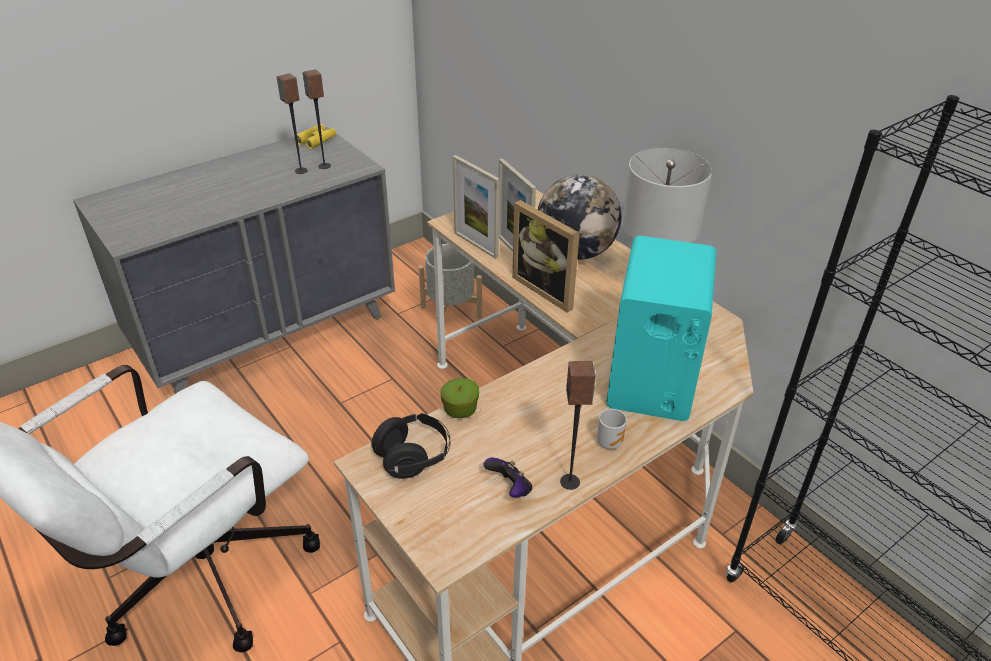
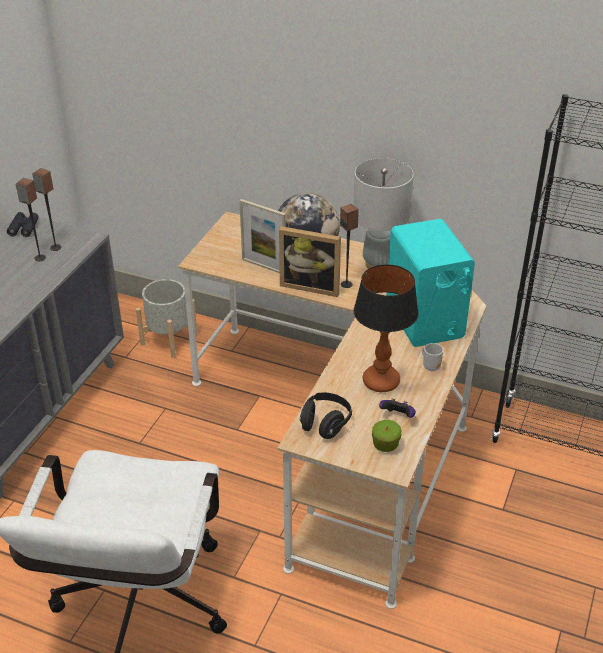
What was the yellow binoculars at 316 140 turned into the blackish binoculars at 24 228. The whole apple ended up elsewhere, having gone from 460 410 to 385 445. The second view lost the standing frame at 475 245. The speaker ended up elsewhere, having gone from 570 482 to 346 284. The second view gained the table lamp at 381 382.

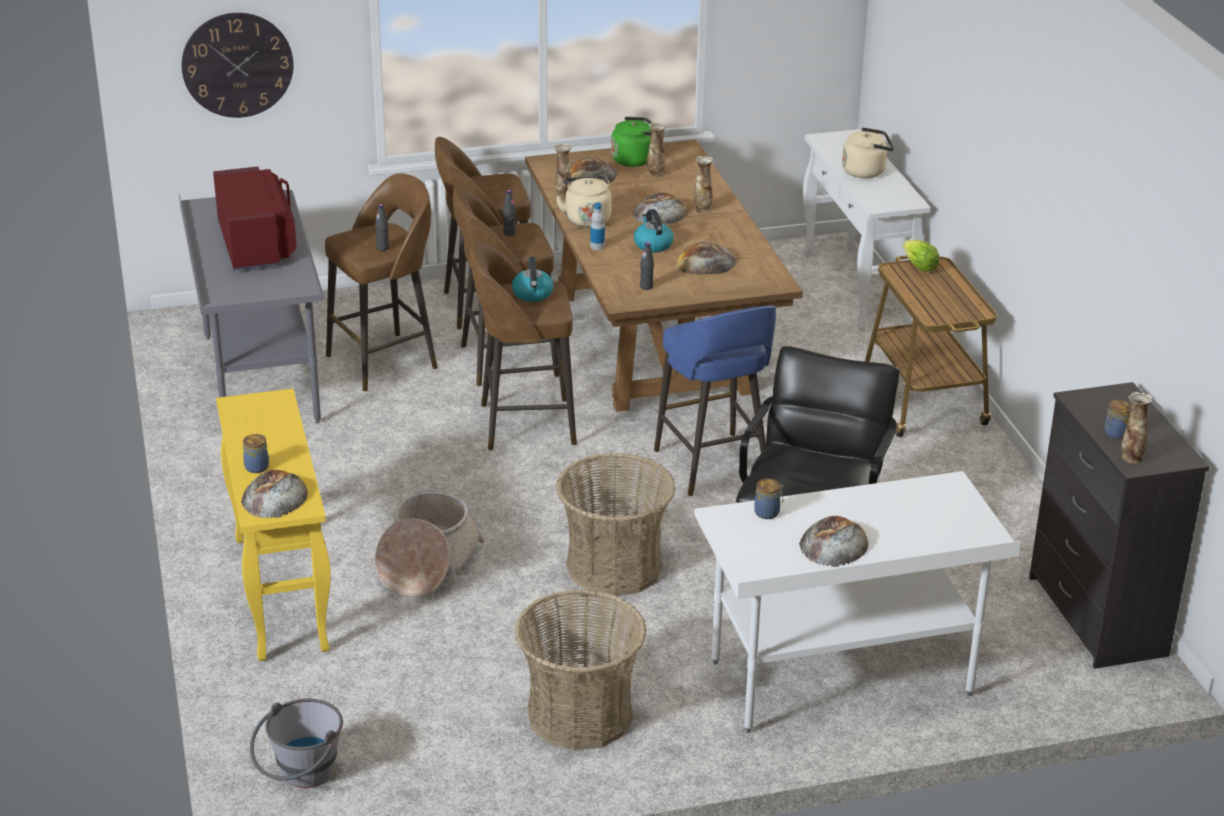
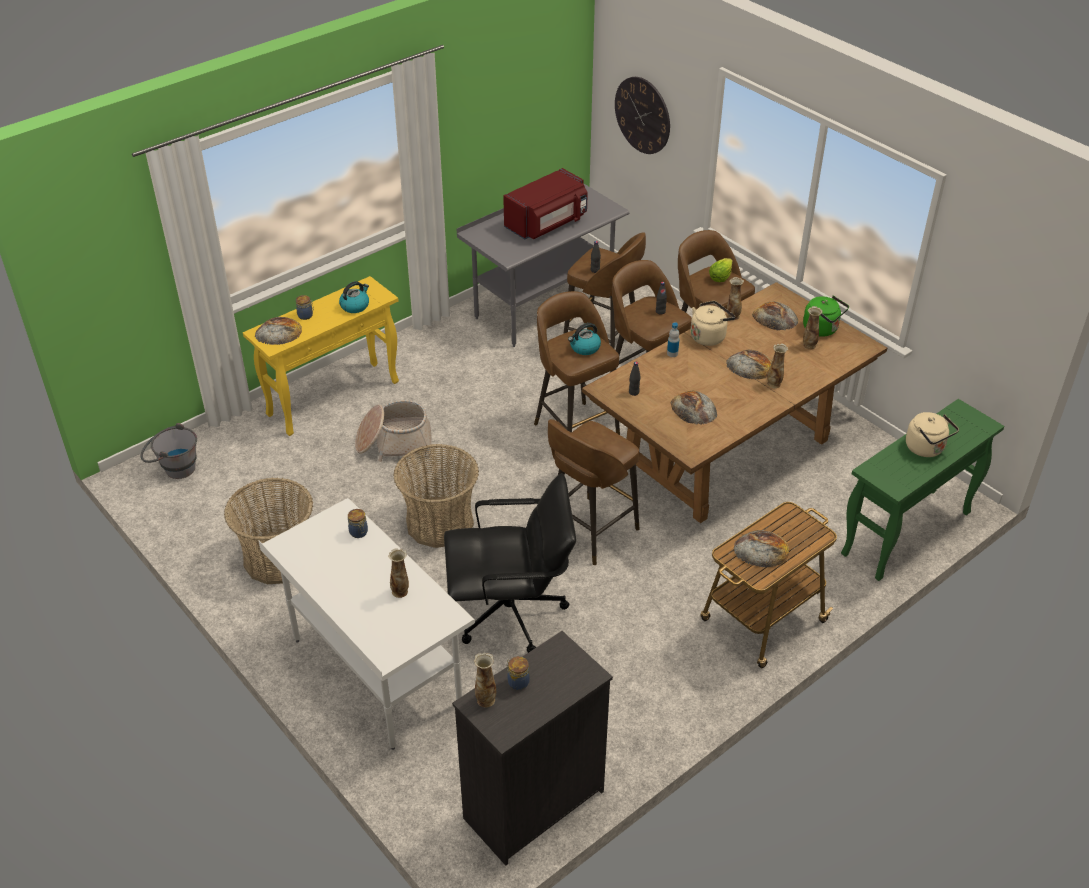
The water kettle ended up elsewhere, having gone from 652 245 to 355 306. What was the blue-coloured stool seat at 713 466 turned into the brownish stool seat at 589 532. The bread ended up elsewhere, having gone from 834 544 to 761 549. What was the white-coloured console table at 856 289 turned into the green-coloured console table at 906 534. The head of lettuce ended up elsewhere, having gone from 919 267 to 720 277. The second view gained the flower vase at 400 591.

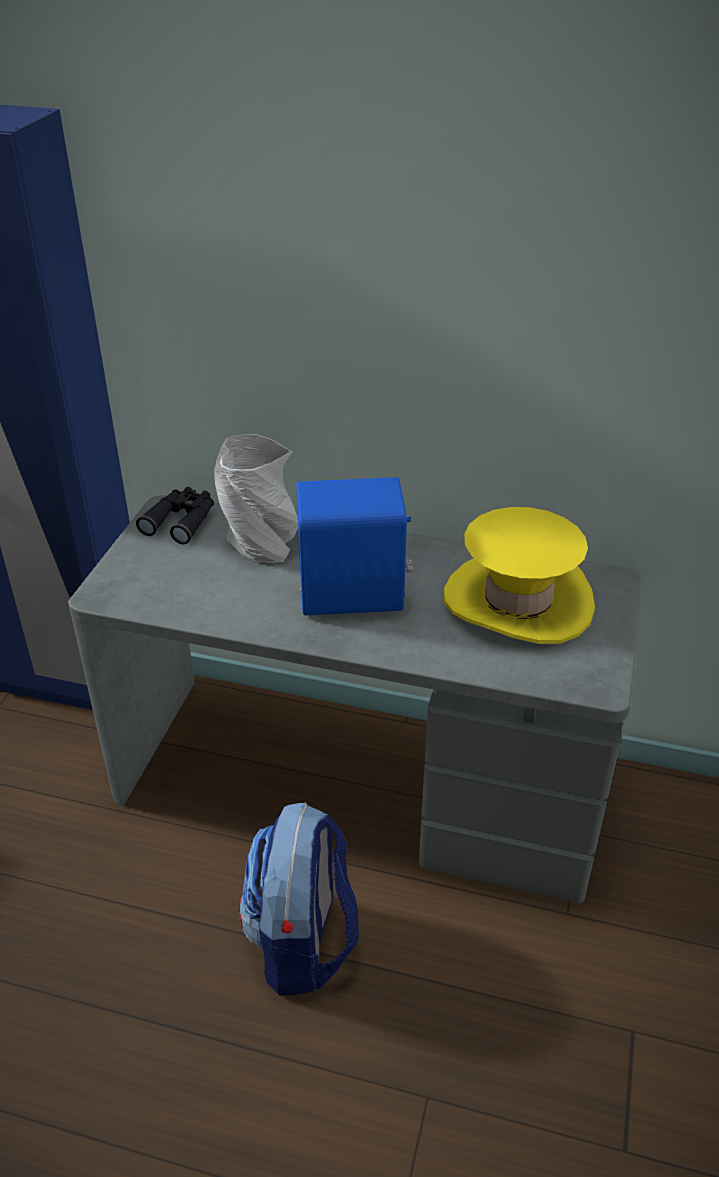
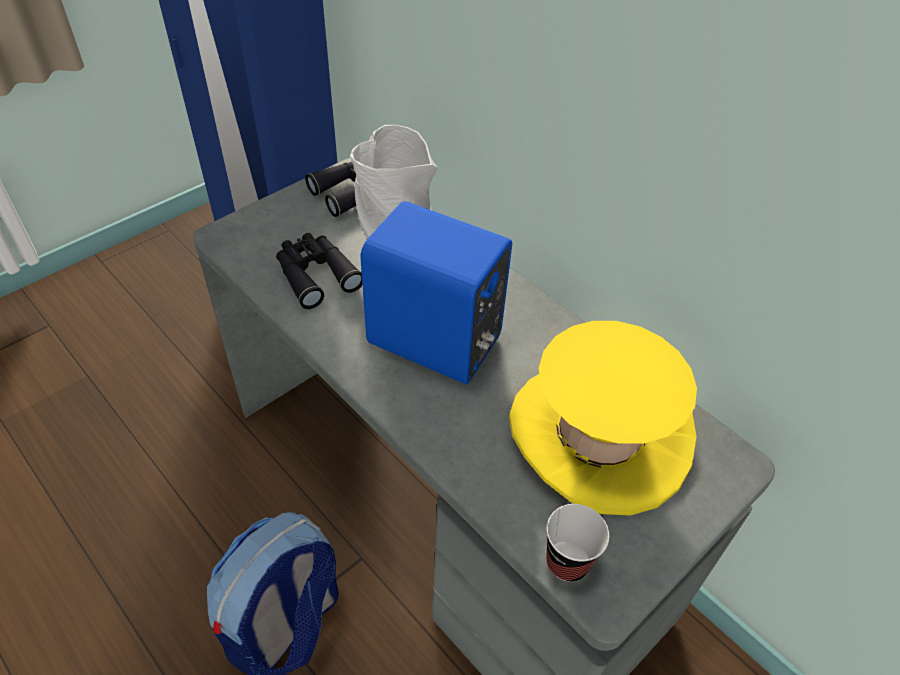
The second view gained the blackish binoculars at 315 275. The second view gained the small cup at 567 562.

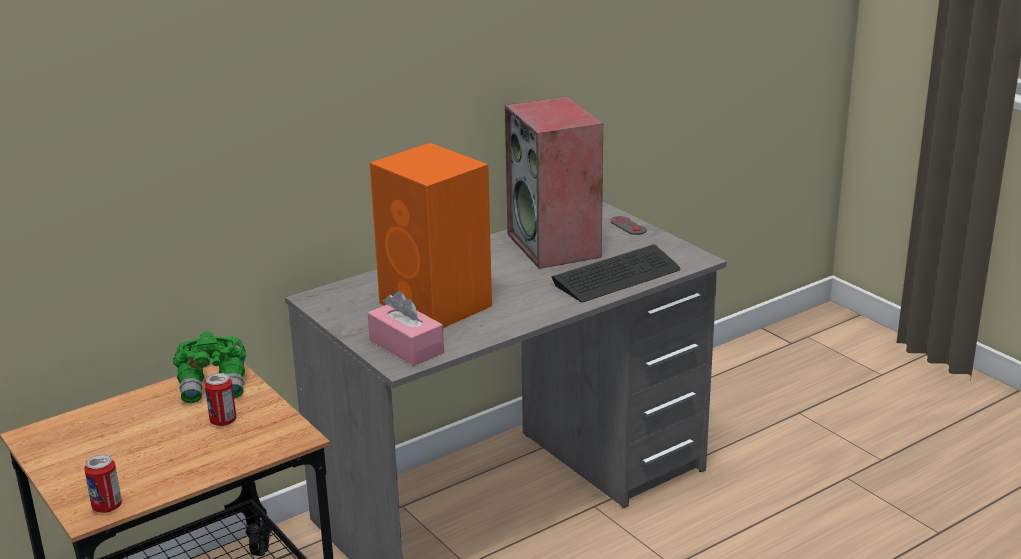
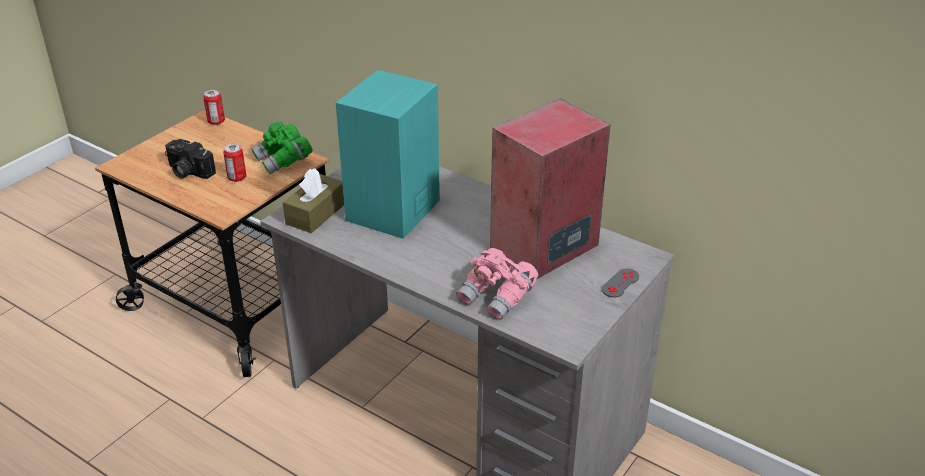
The sealed can ended up elsewhere, having gone from 107 507 to 216 122. What was the pink tissue holder at 406 346 turned into the brownish tissue holder at 316 213. What was the orange speaker at 437 305 turned into the turquoise-coloured speaker at 392 211. Where the PC keyboard stood at 617 276, the pink binoculars came to stand at 497 297. The second view gained the still camera at 187 171.

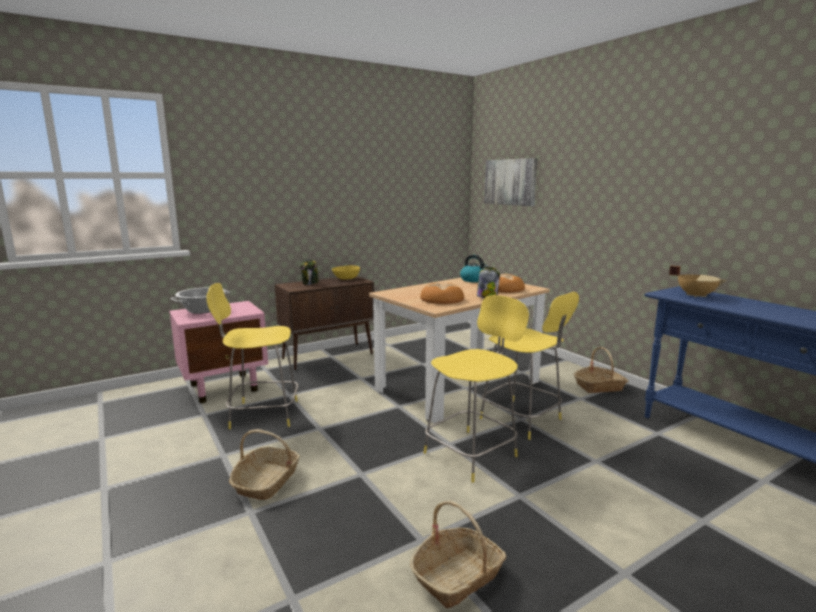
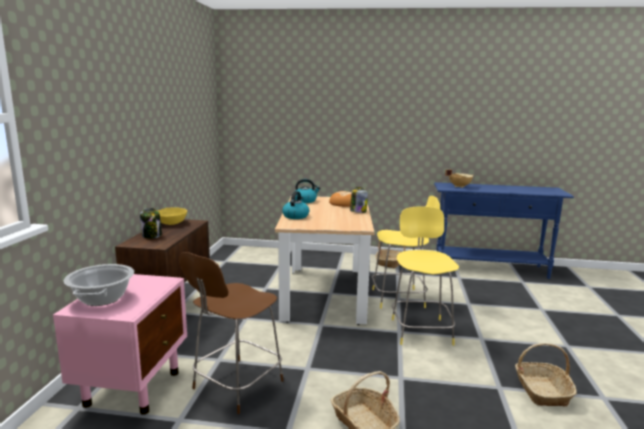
What was the yellow stool seat at 261 414 turned into the brownish stool seat at 236 386. The second view lost the bread at 442 299. The second view lost the wall art at 510 182. The second view gained the water kettle at 295 216.

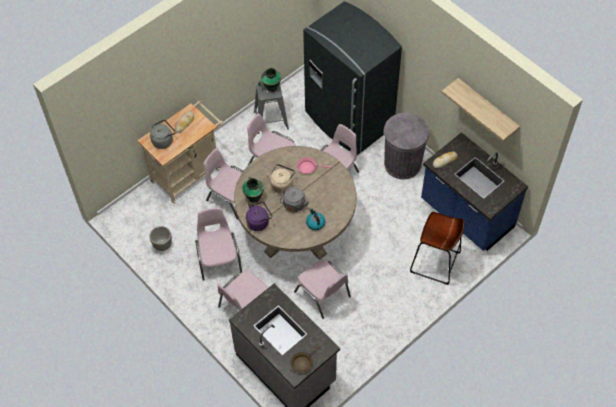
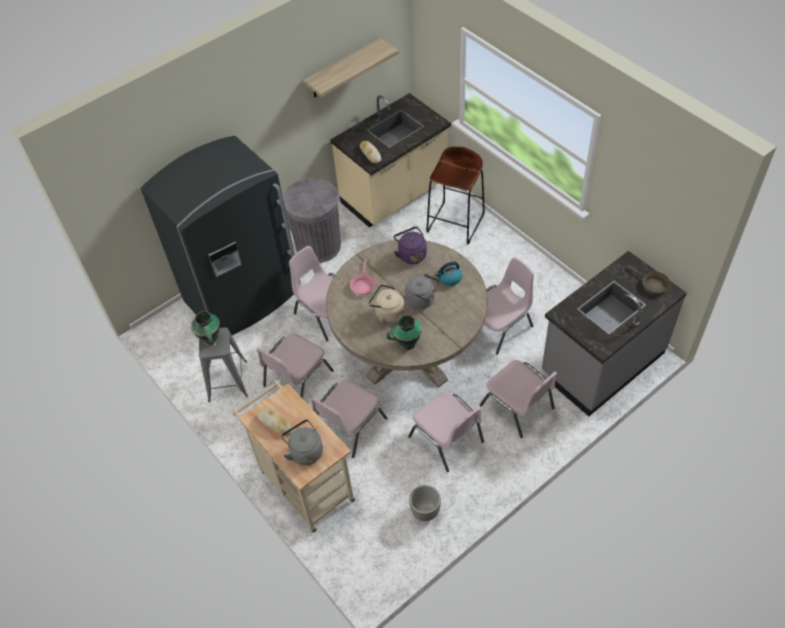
The pink chair at 218 258 ended up facing another way, 120 degrees counterclockwise from before. The purple-coloured water kettle ended up elsewhere, having gone from 259 222 to 411 254. What was the blue-coloured kitchen counter at 466 215 turned into the sand-coloured kitchen counter at 395 194.

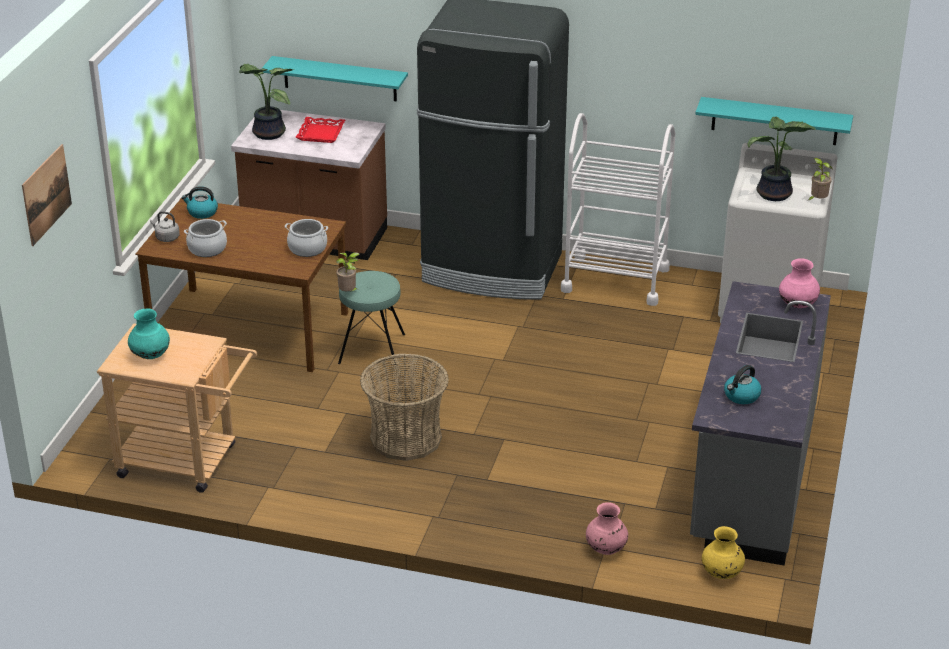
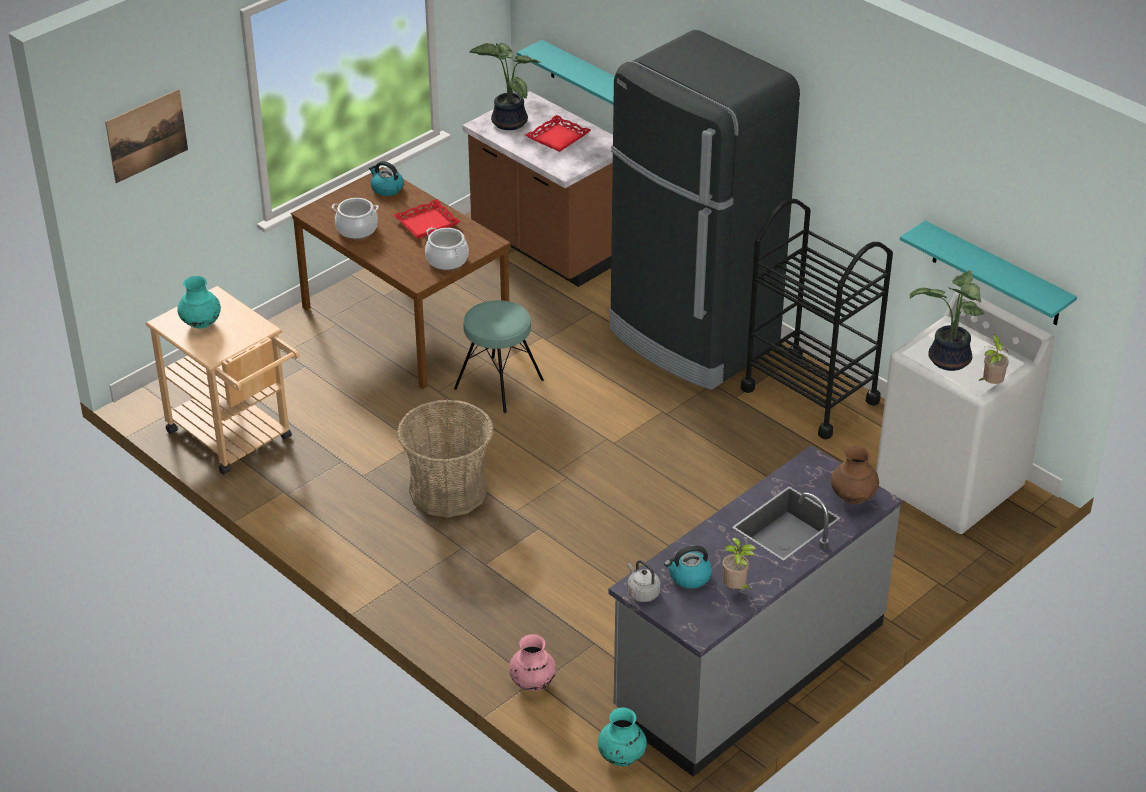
The gray water kettle ended up elsewhere, having gone from 166 238 to 642 592. The houseplant ended up elsewhere, having gone from 348 293 to 735 588. What was the white-coloured wheeled cart at 615 279 turned into the blackish wheeled cart at 810 395. What was the yellow flower vase at 721 573 turned into the turquoise-coloured flower vase at 621 757. What was the pink flower vase at 797 305 turned into the brownish flower vase at 853 498. The second view gained the reddish tray at 427 224.

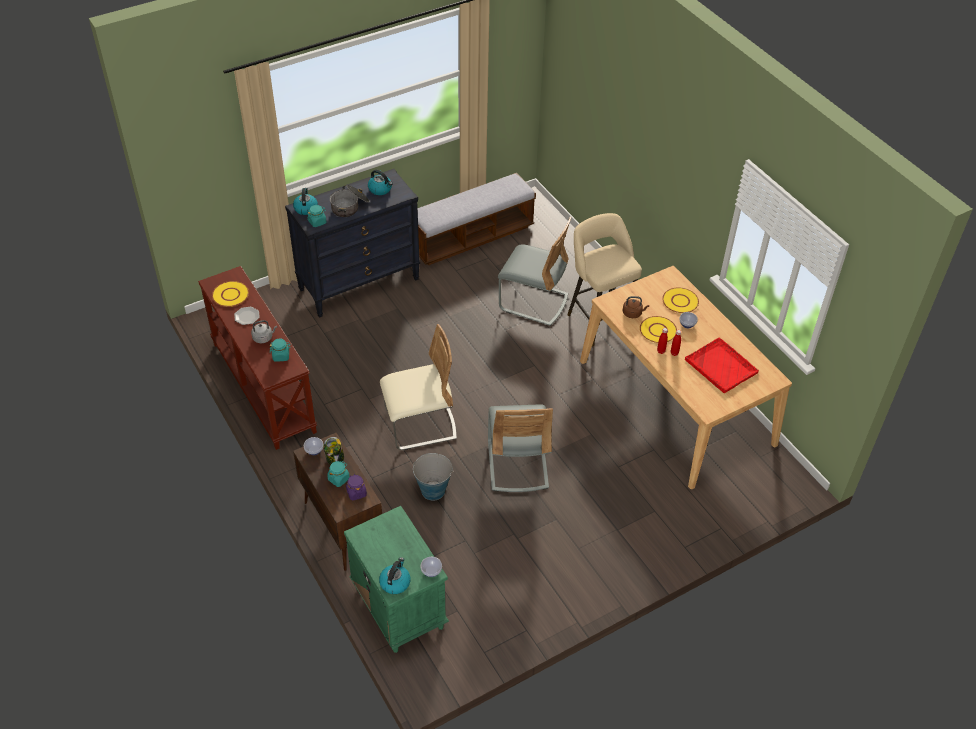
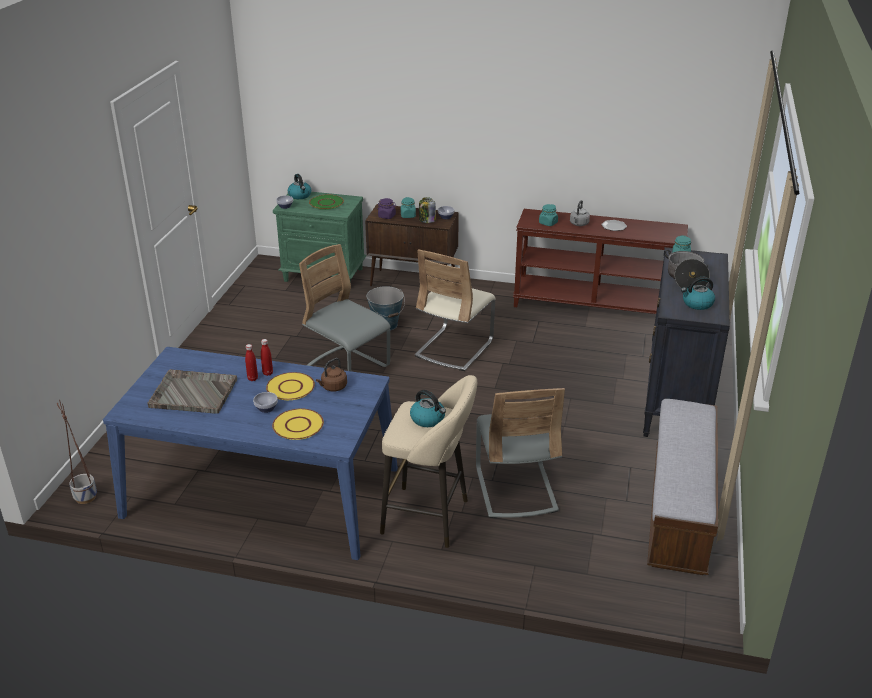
The second view lost the yellow dinner plate at 230 294. The water kettle ended up elsewhere, having gone from 305 208 to 428 419. The gray chair at 533 302 ended up facing another way, 75 degrees counterclockwise from before. What was the sand-coloured dining table at 676 402 turned into the blue-coloured dining table at 262 492. What was the reddish tray at 721 367 turned into the gray tray at 192 393. The second view gained the flower pot at 85 497. The second view gained the green-coloured dinner plate at 326 203.

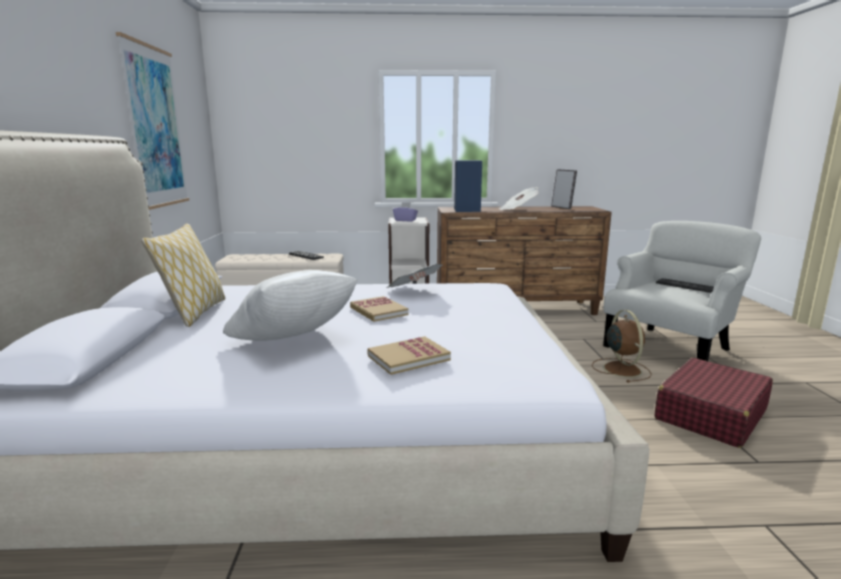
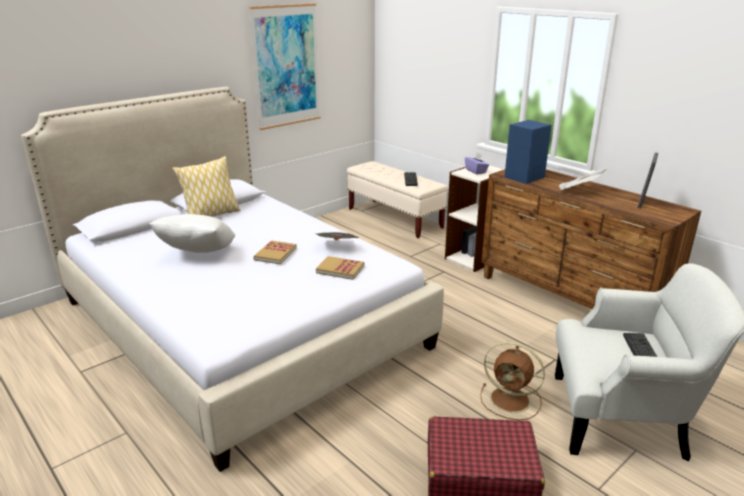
The volume ended up elsewhere, having gone from 408 358 to 340 269. The brownish electric fan at 621 369 ended up facing another way, 75 degrees clockwise from before.

